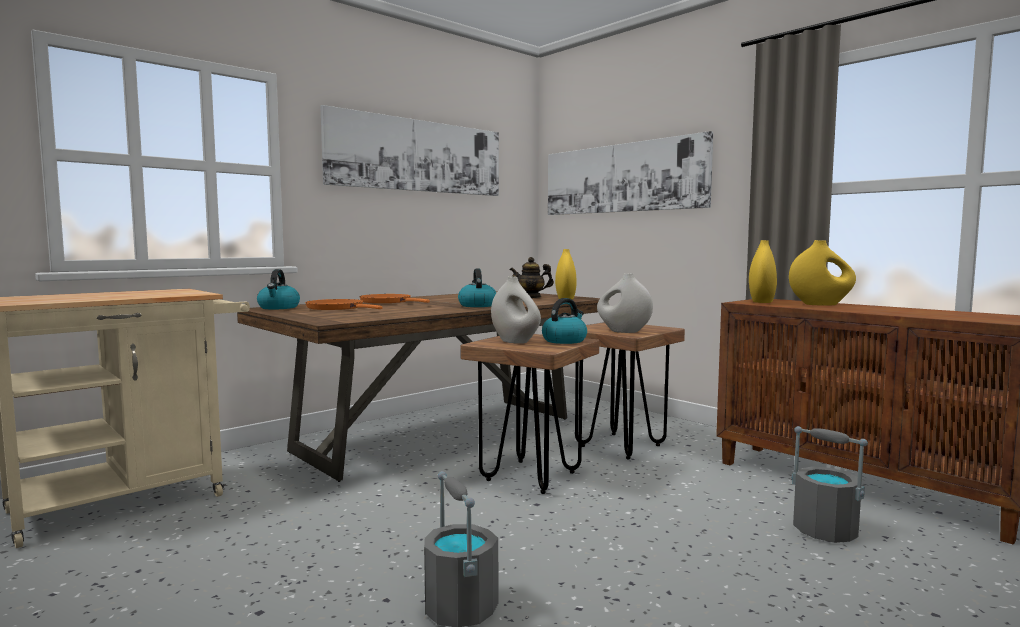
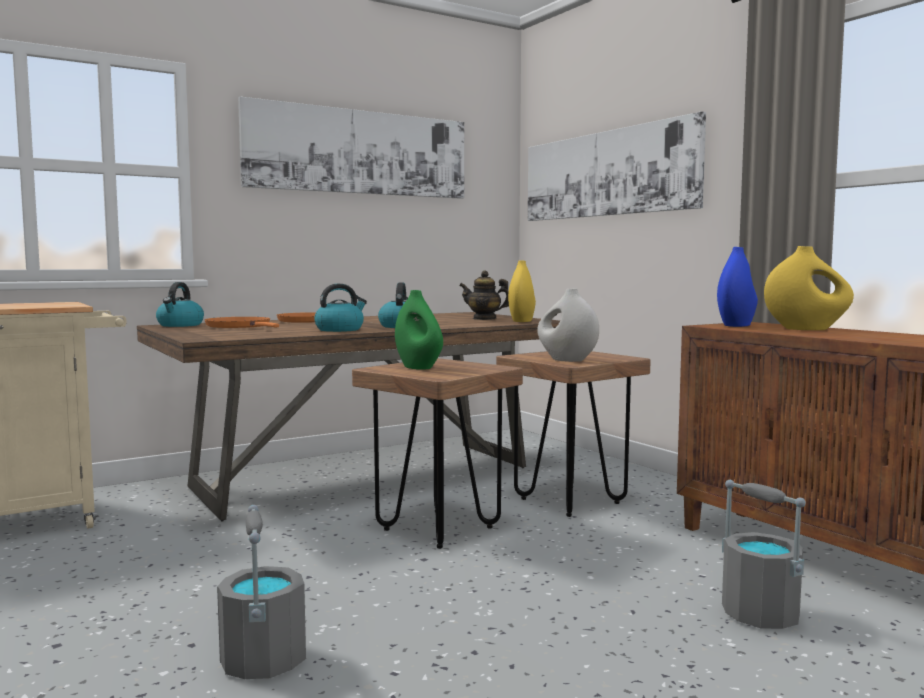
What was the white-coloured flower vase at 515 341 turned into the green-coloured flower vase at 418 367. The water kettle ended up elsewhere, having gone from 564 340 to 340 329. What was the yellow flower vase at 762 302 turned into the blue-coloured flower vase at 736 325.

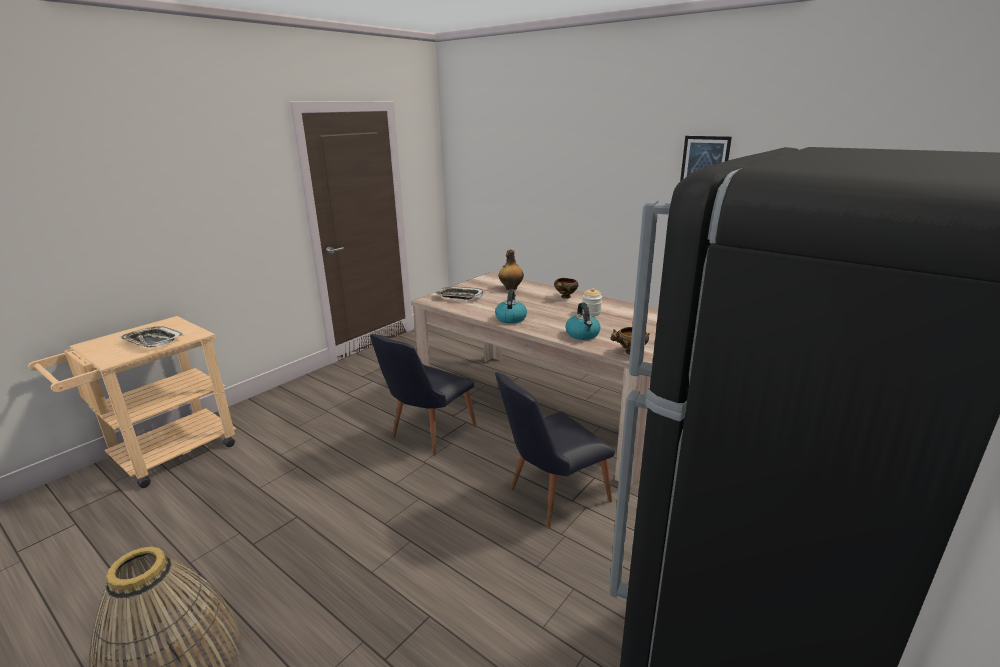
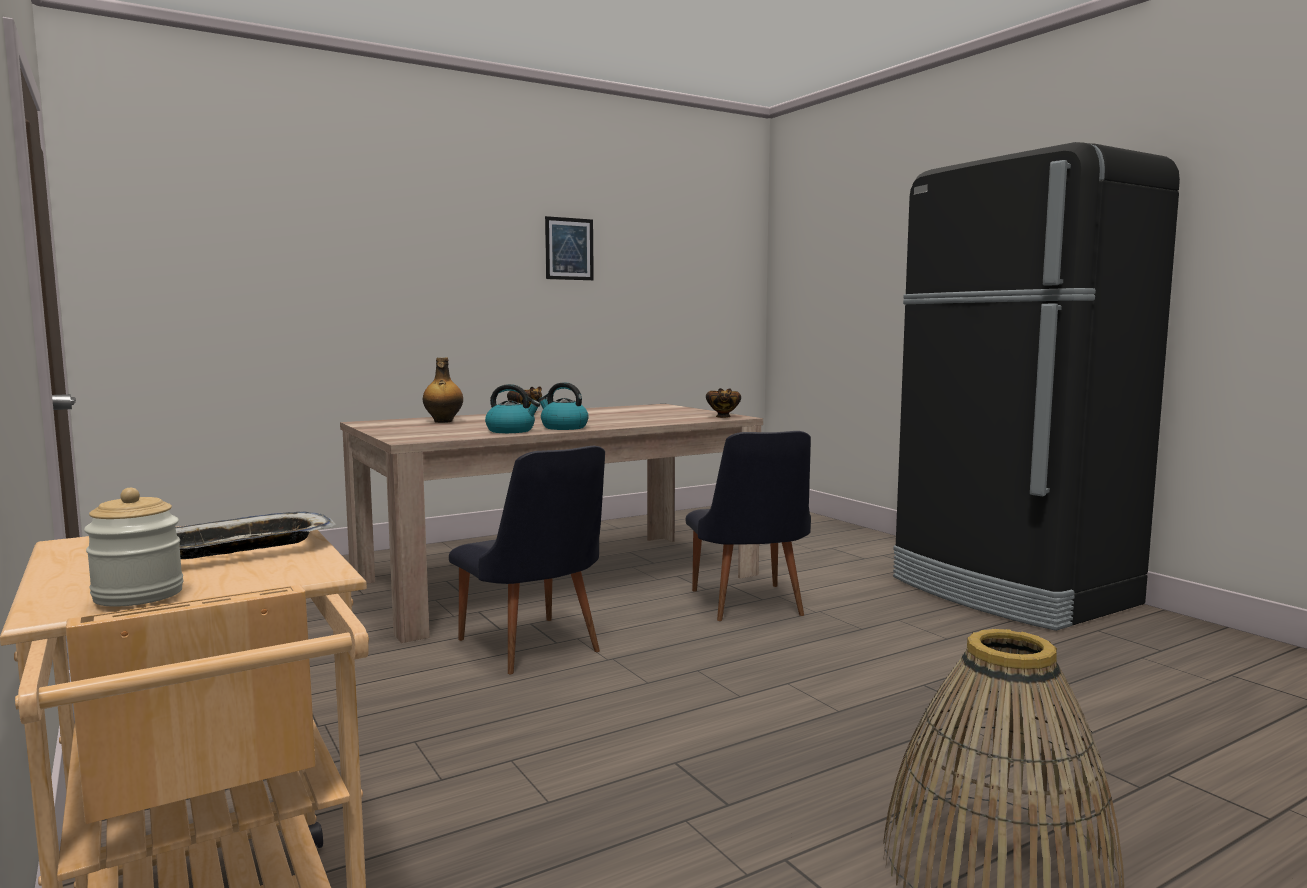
The second view lost the tray at 459 296. The water kettle ended up elsewhere, having gone from 582 335 to 511 431. The storage jar ended up elsewhere, having gone from 591 313 to 138 595.

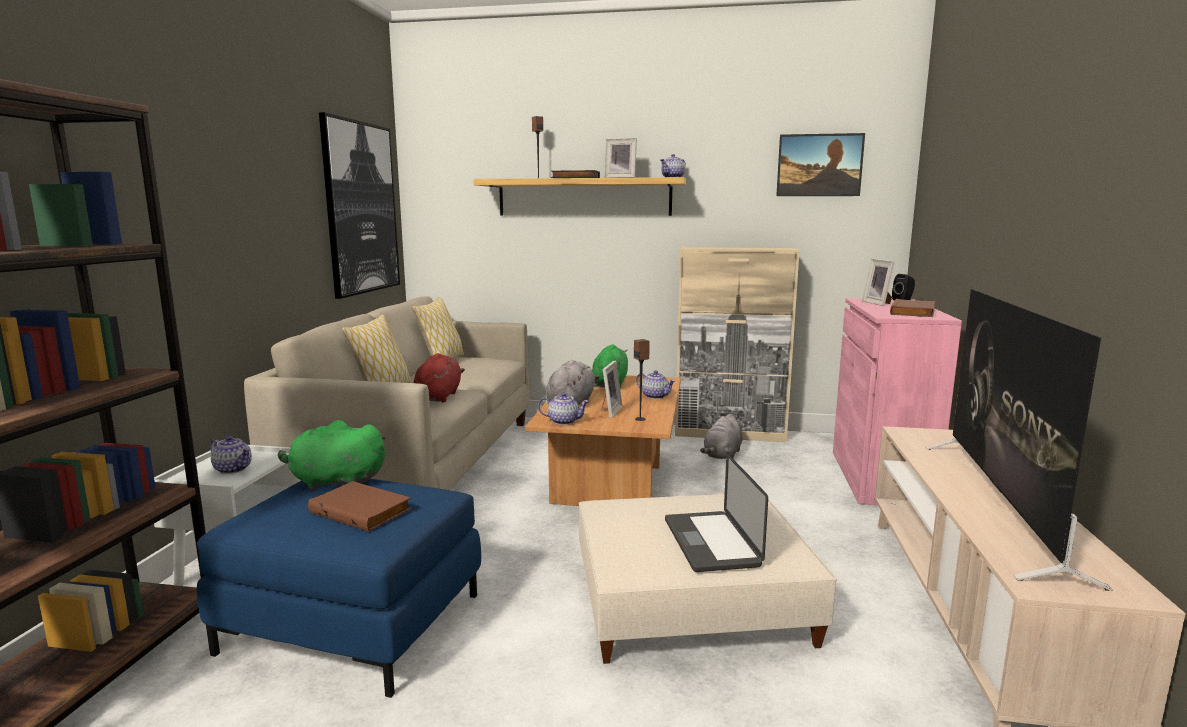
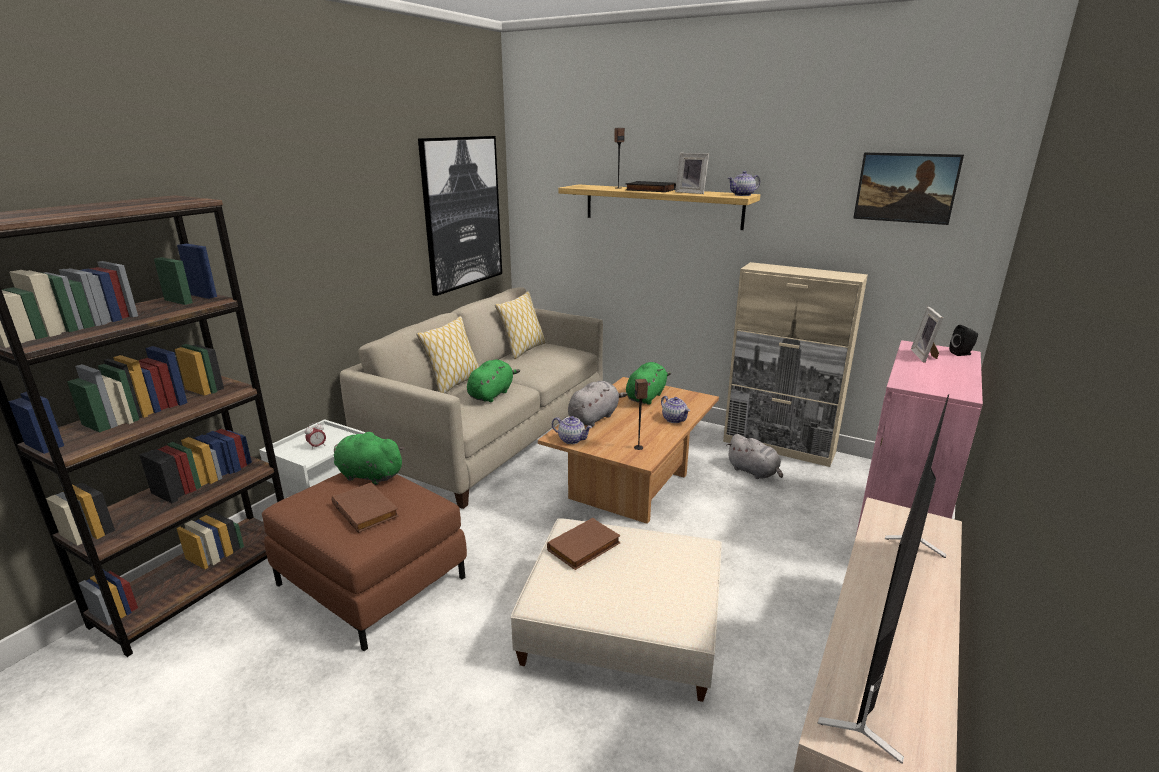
What was the blue-coloured pouffe at 353 623 turned into the brownish pouffe at 371 581. Where the tea pot stood at 233 469, the table clock came to stand at 317 446. What was the reddish soft toy at 439 396 turned into the green-coloured soft toy at 492 394. The second view lost the standing frame at 608 411. The second view lost the laptop at 711 542. The gray soft toy at 722 455 ended up facing another way, 90 degrees counterclockwise from before. The brownish volume ended up elsewhere, having gone from 914 312 to 584 547.

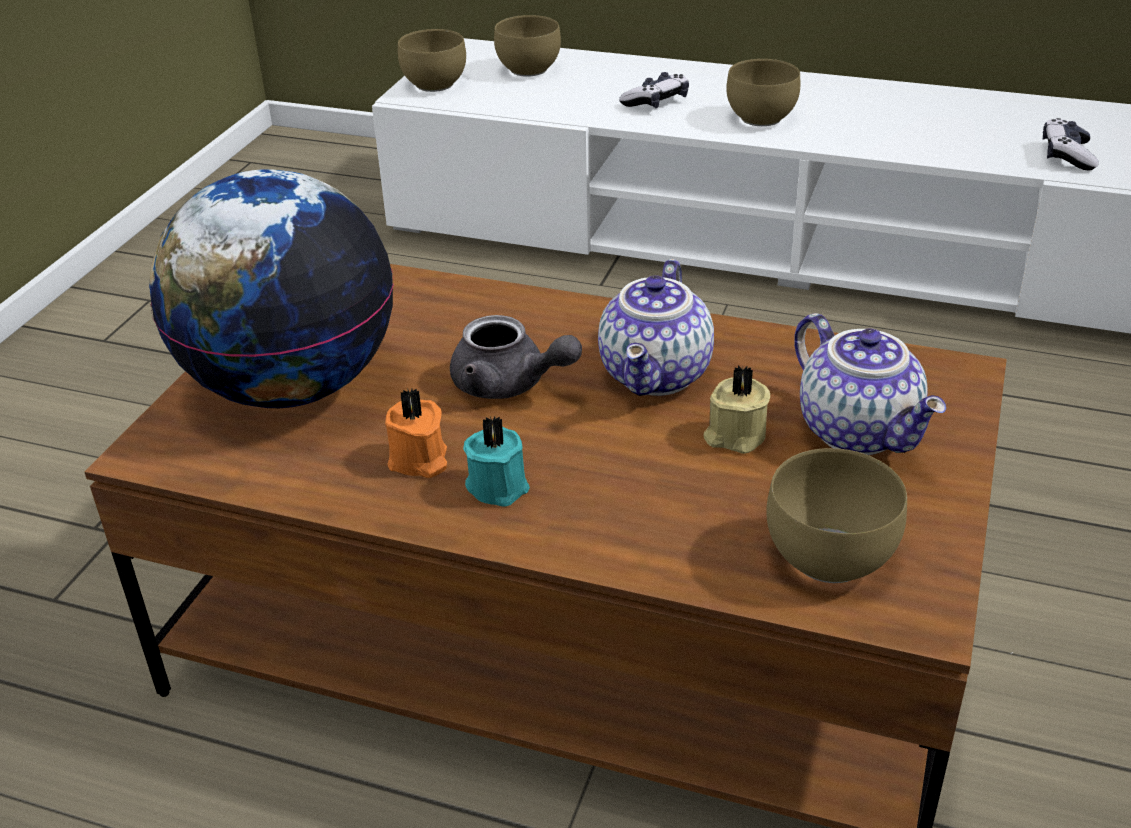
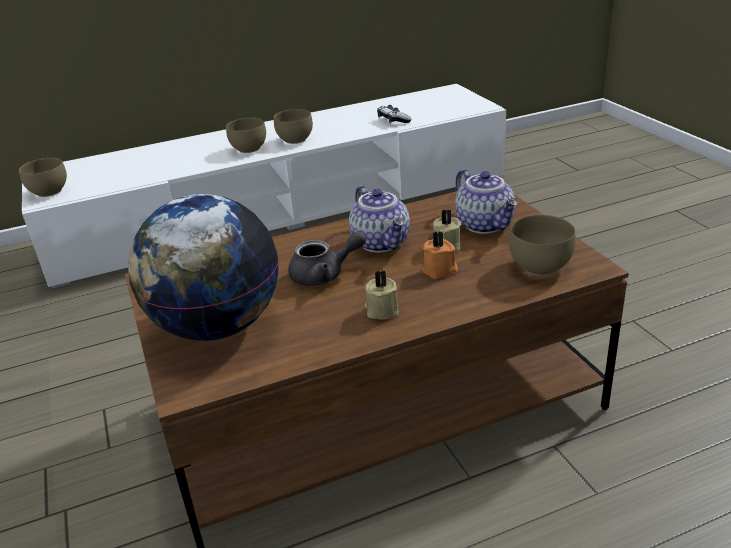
The orange wax candle ended up elsewhere, having gone from 419 461 to 440 270. What was the turquoise-coloured wax candle at 498 485 turned into the sand-coloured wax candle at 381 310. The brownish serving bowl ended up elsewhere, having gone from 526 69 to 293 140. The second view lost the game controller at 656 102. The tea pot at 861 431 ended up facing another way, 45 degrees clockwise from before.

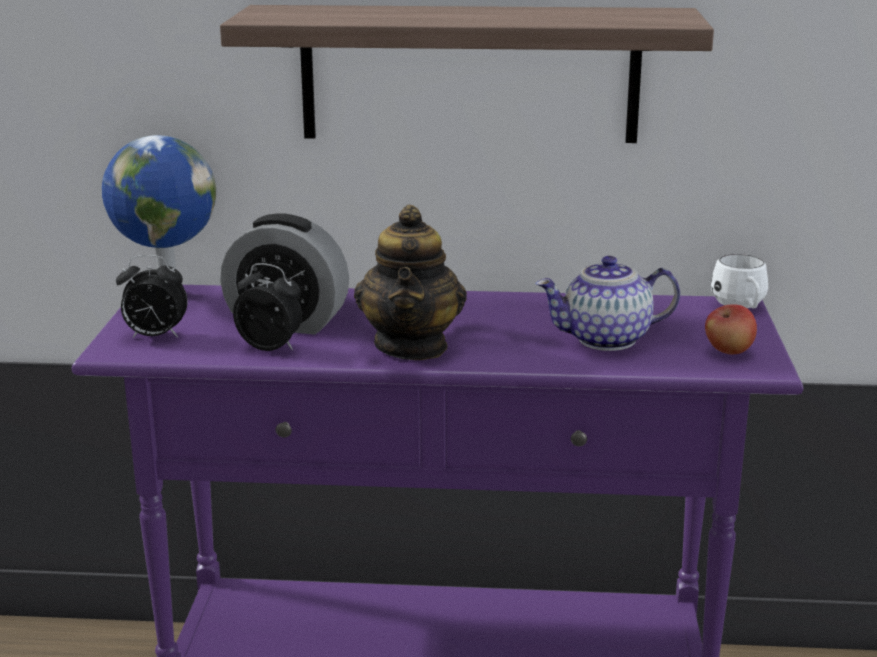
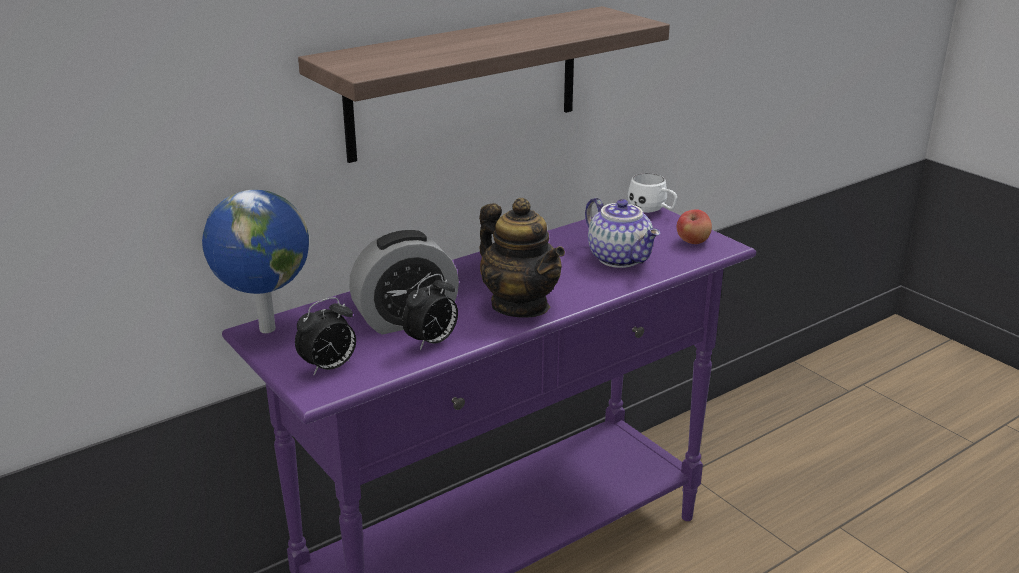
The table clock at 272 347 ended up facing another way, 150 degrees clockwise from before. The tea pot at 606 340 ended up facing another way, 75 degrees counterclockwise from before.

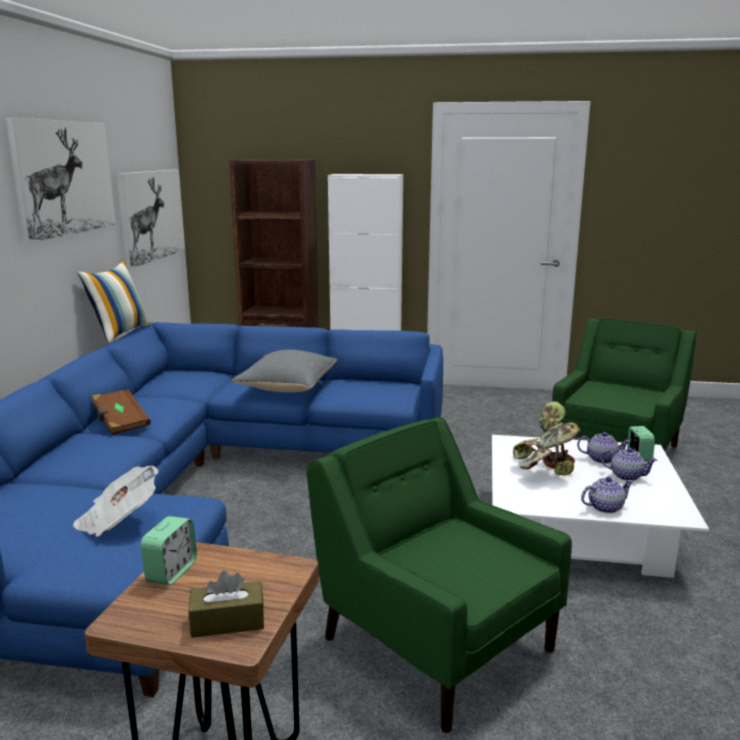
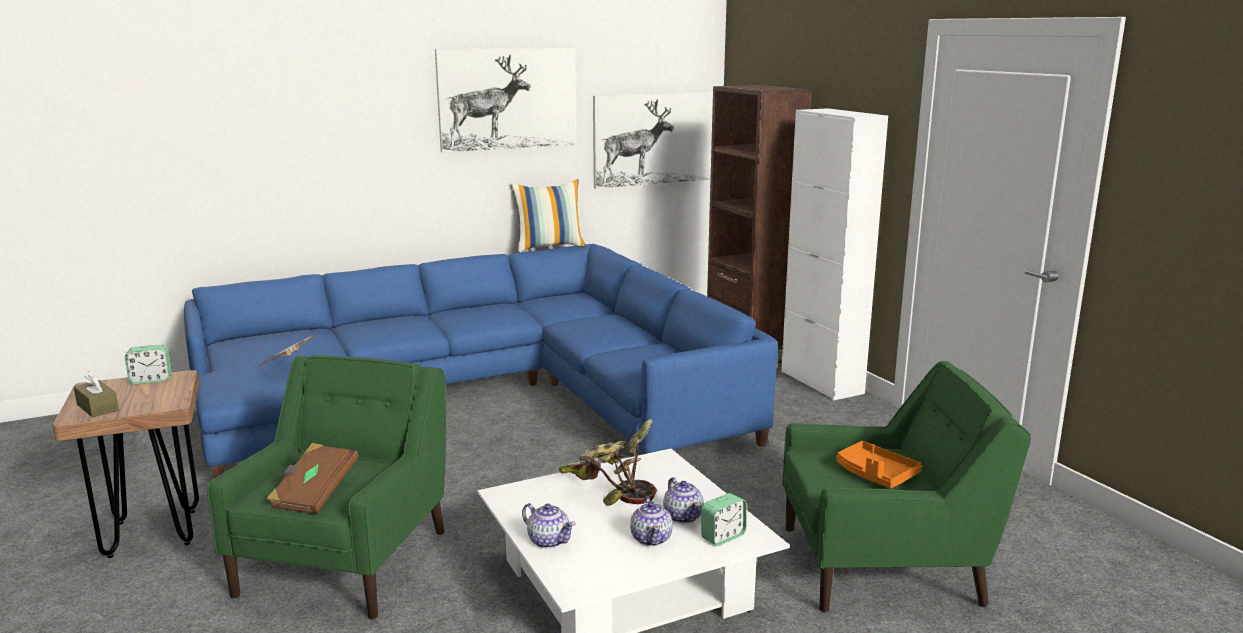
The brownish volume ended up elsewhere, having gone from 120 423 to 314 494. The second view lost the gray throw pillow at 287 387. The second view gained the orange tray at 875 474.

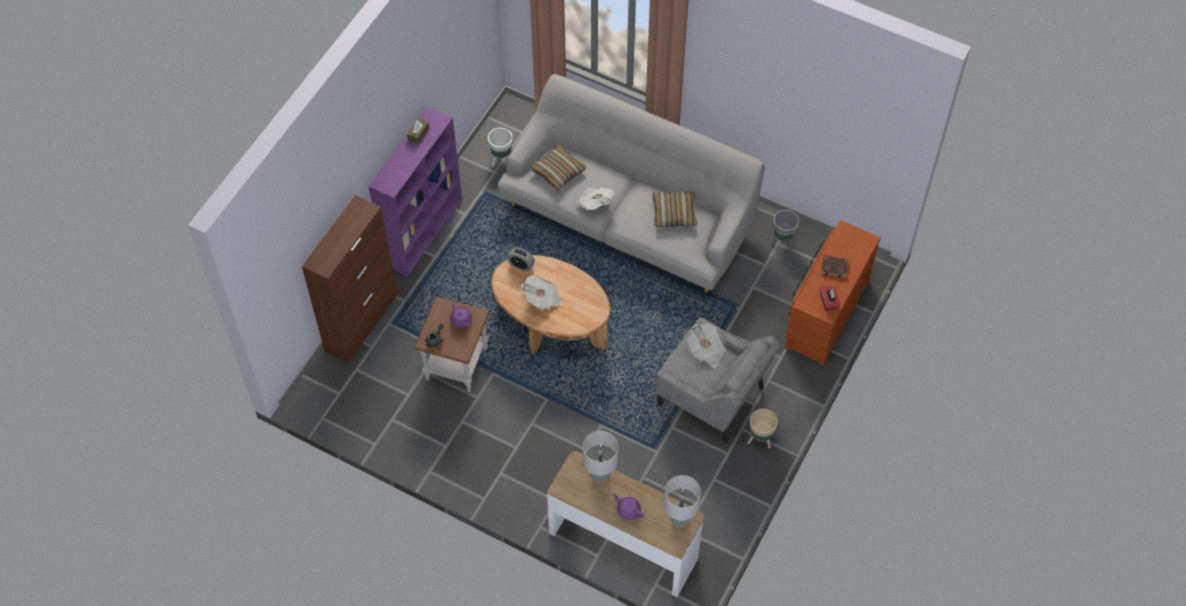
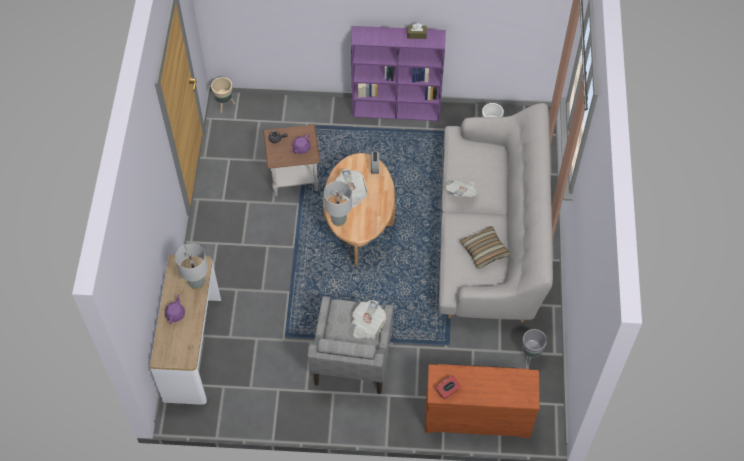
The second view lost the brownish cabinet at 361 322. The second view lost the throw pillow at 558 172. The gray table lamp ended up elsewhere, having gone from 680 520 to 338 221. The sand-coloured flower pot ended up elsewhere, having gone from 760 439 to 225 105. The second view lost the brownish volume at 834 267.

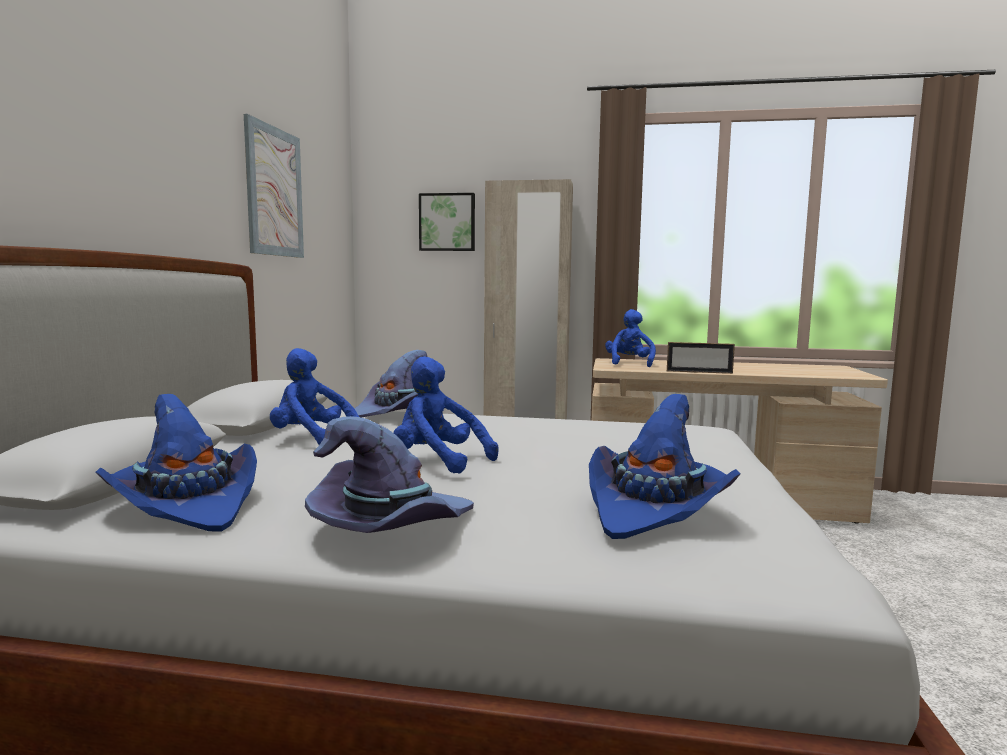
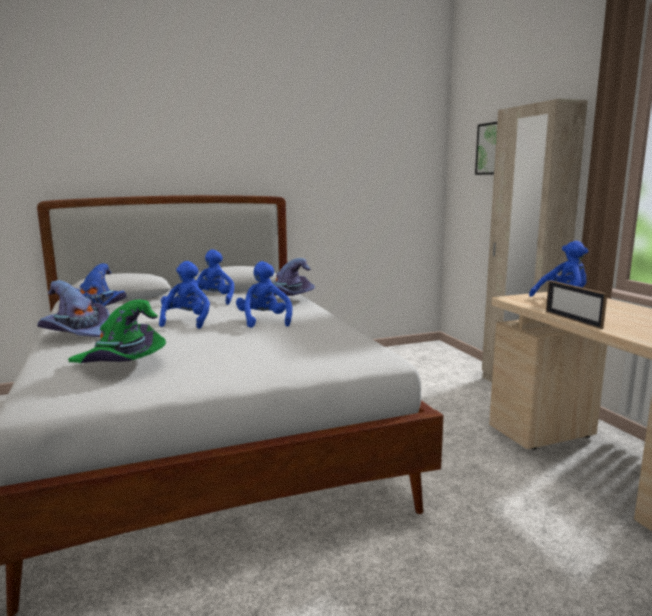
The second view lost the wall art at 274 192. What was the blue-coloured wearable hat at 655 509 turned into the green-coloured wearable hat at 120 362. The second view gained the blue-coloured soft toy at 264 321.

